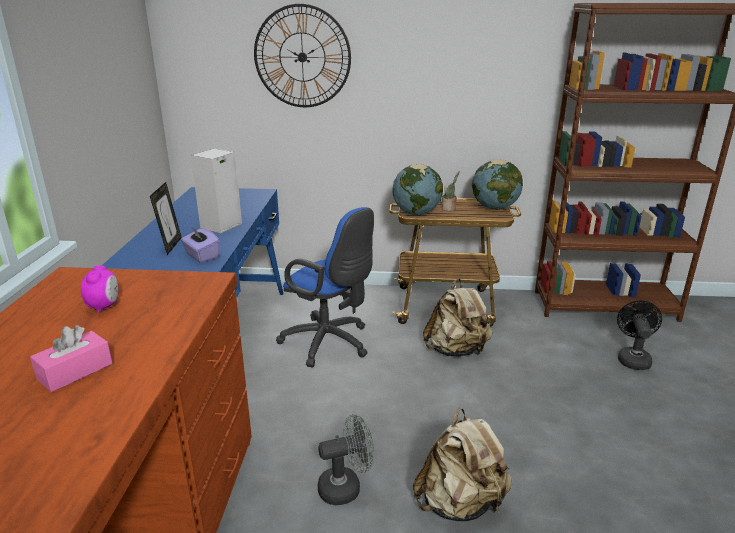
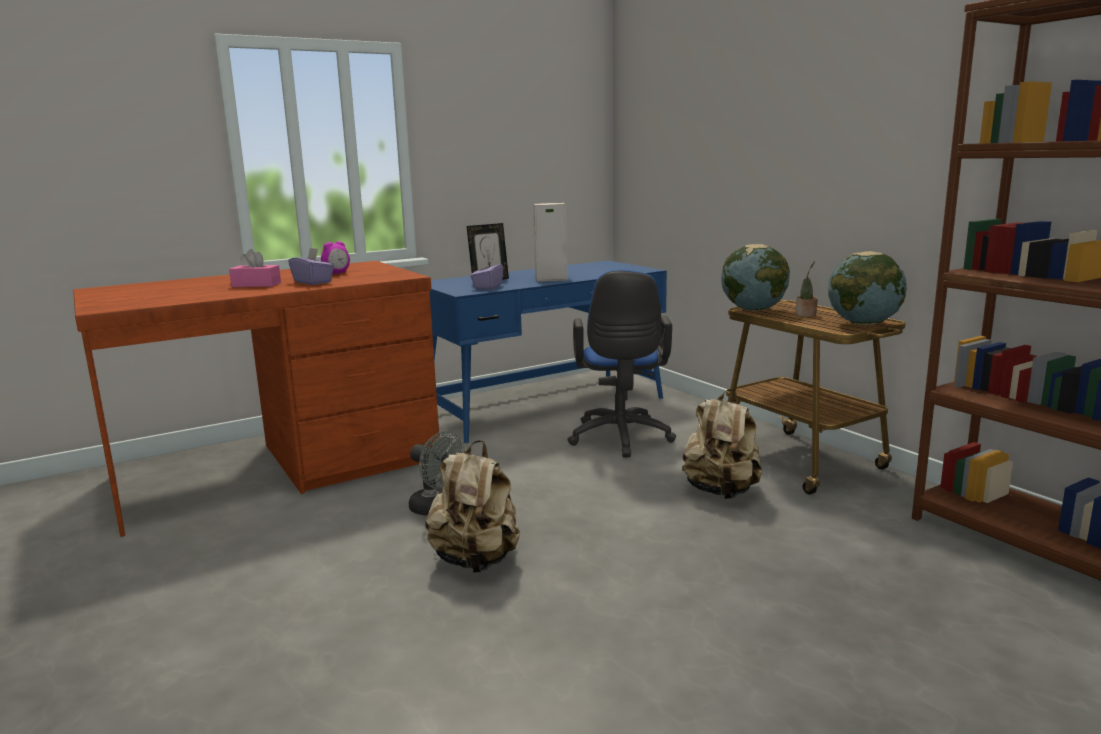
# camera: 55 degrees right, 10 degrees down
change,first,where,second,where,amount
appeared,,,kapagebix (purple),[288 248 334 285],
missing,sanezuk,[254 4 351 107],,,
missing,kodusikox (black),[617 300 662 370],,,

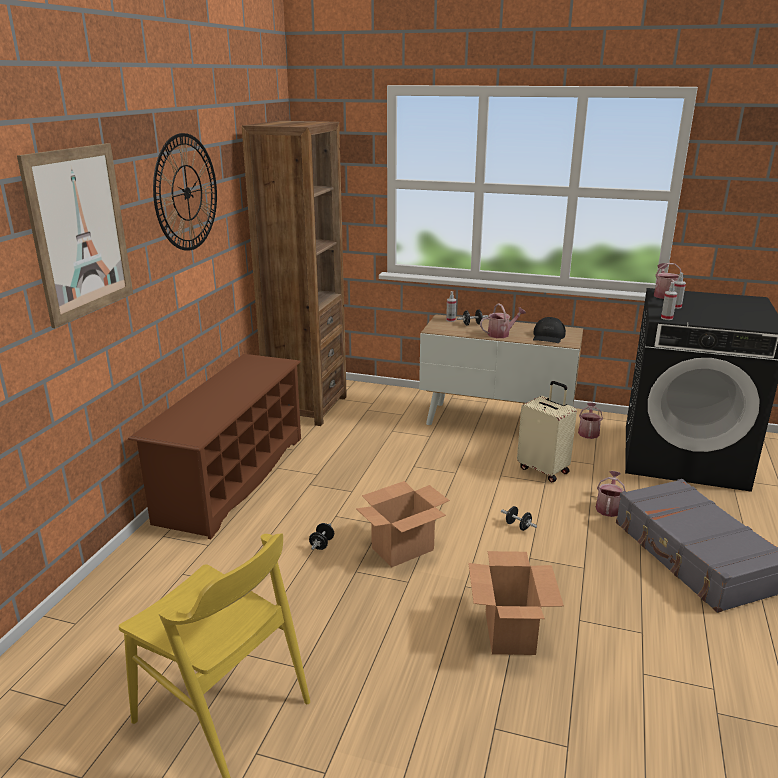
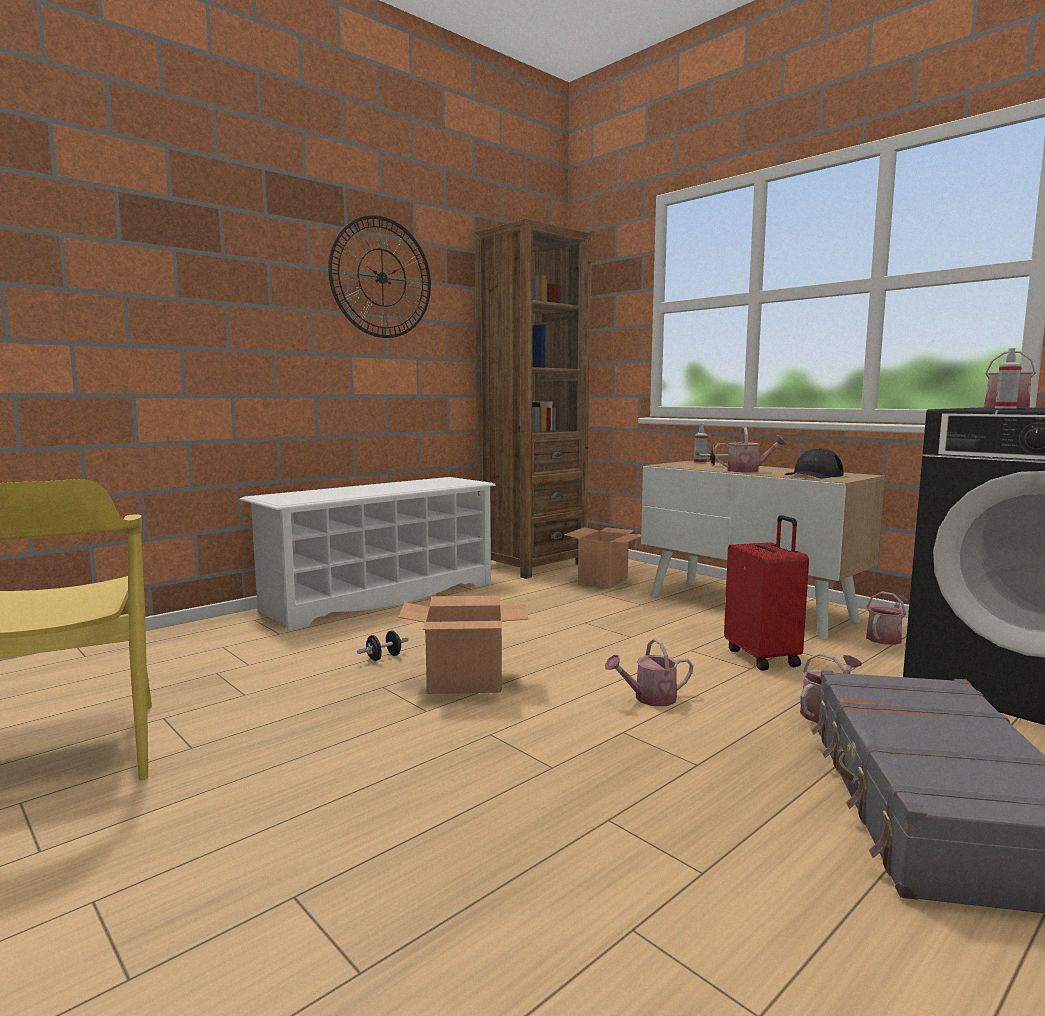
# camera: 30 degrees right, 15 degrees down
change,first,where,second,where,amount
colour,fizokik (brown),[128 354 301 539],fizokik (white),[240 477 496 631],
relocated,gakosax,[468 551 564 655],,[564 527 641 589],
exchanged,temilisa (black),[501 506 537 531],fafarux,[605 638 693 706],
colour,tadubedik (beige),[517 381 577 482],tadubedik (red),[724 515 809 671],
missing,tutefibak,[17 143 133 328],,,
missing,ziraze,[661 282 677 320],,,

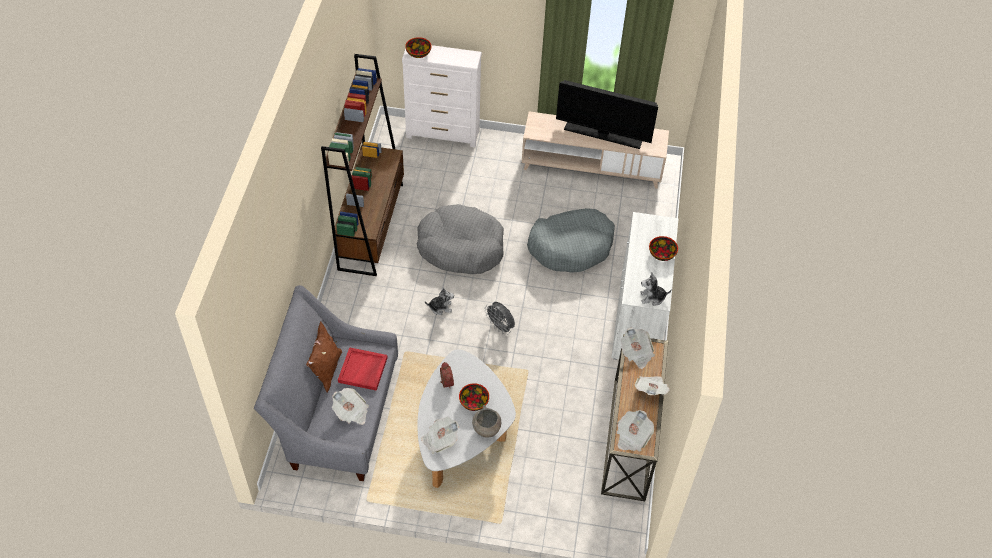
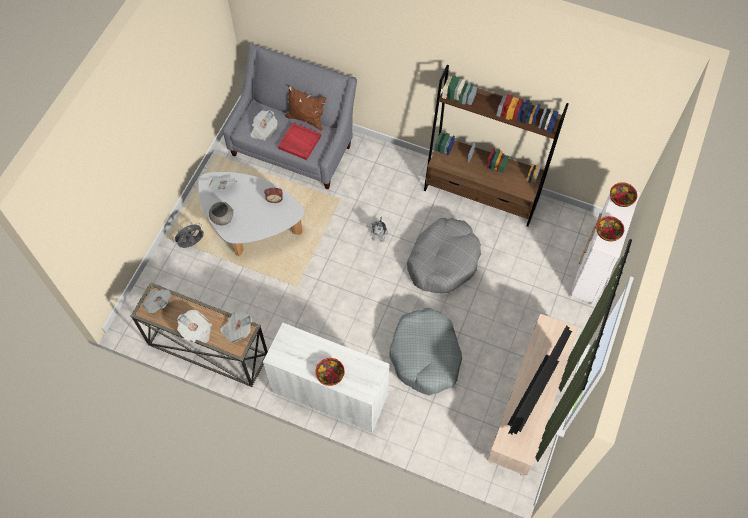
# camera: 105 degrees right, 10 degrees up
change,first,where,second,where,amount
relocated,kodusikox (grey),[485 302 515 334],,[173 222 204 248],
relocated,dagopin,[459 383 489 411],,[596 216 624 241],
missing,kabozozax,[640 272 672 306],,,

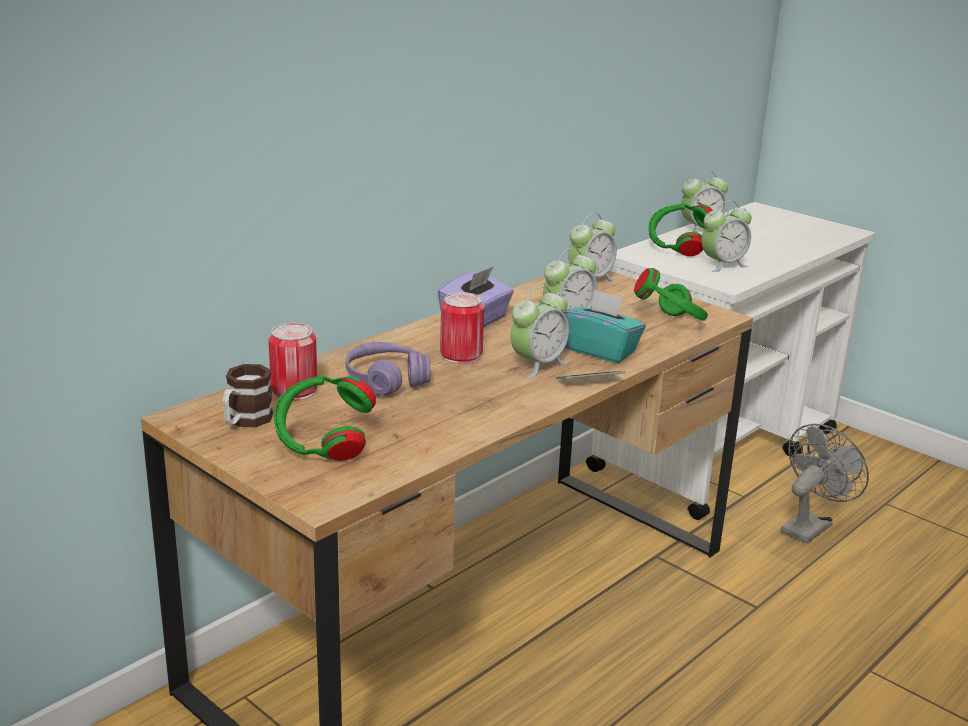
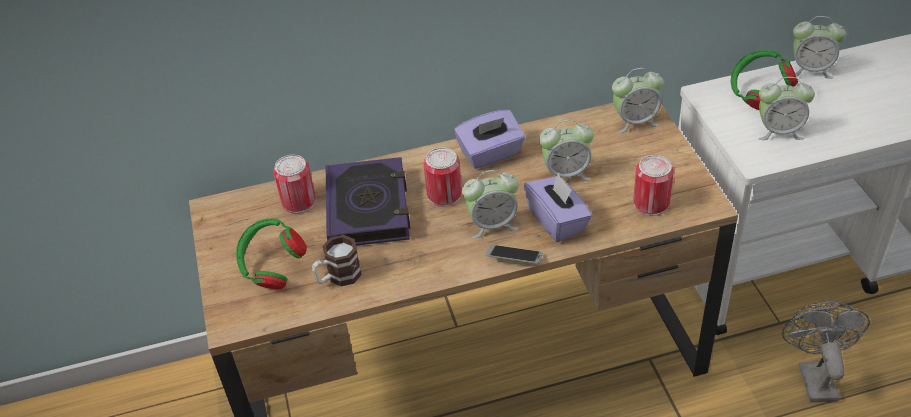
# camera: 35 degrees right, 20 degrees up
change,first,where,second,where,amount
relocated,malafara,[222 364 273 427],,[312 235 362 286],
exchanged,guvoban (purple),[346 342 431 395],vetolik,[326 157 410 246],
colour,kapagebix (turquoise),[564 290 646 363],kapagebix (purple),[524 173 592 242],
exchanged,guvoban (green),[634 268 708 321],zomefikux,[633 155 674 216],
spun,kodusikox (grey),[781 424 869 544],,[782 301 870 402],75 degrees counterclockwise

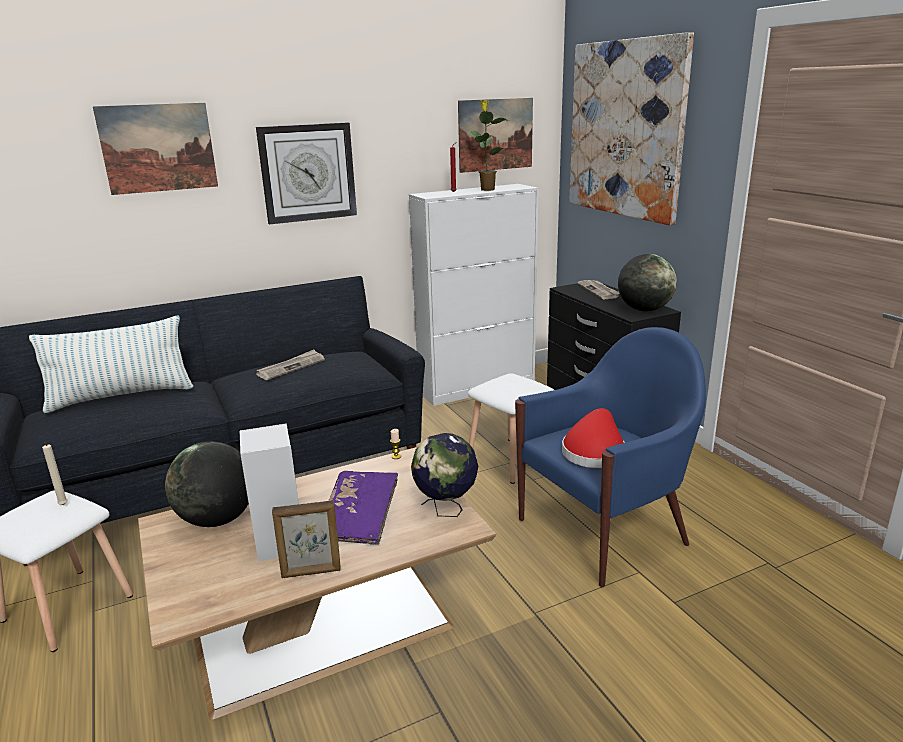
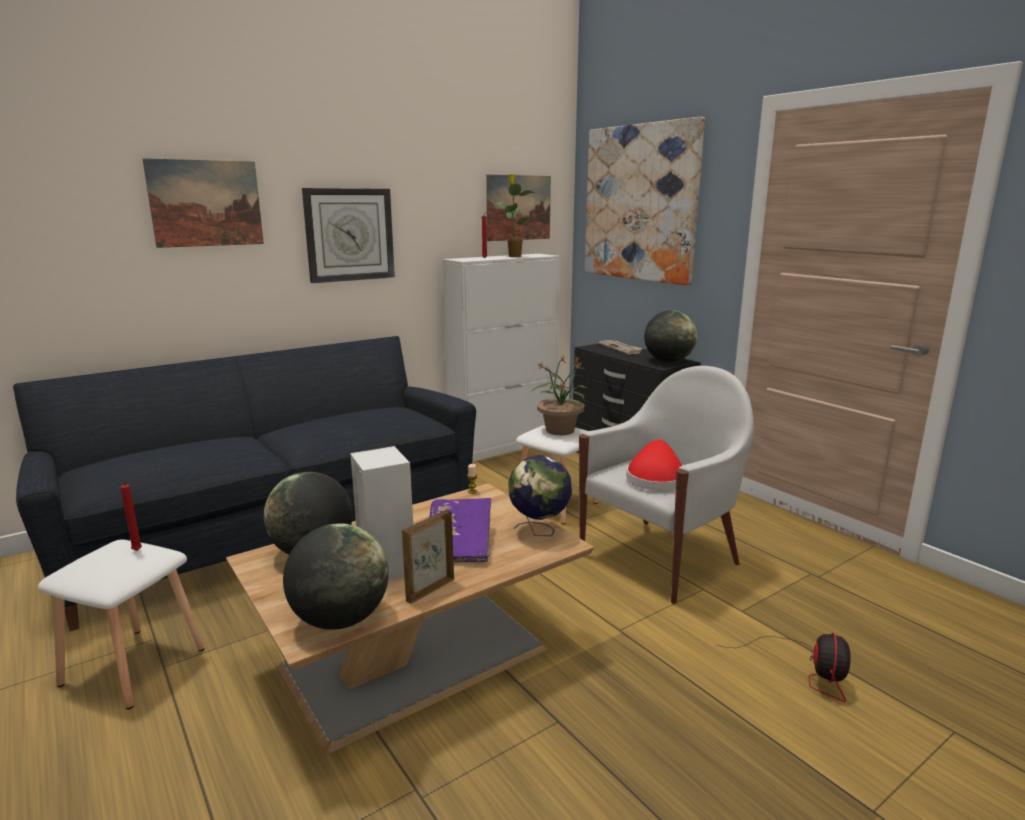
# camera: 10 degrees left, 5 degrees down
change,first,where,second,where,amount
colour,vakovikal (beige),[42 443 68 505],vakovikal (red),[120 481 142 551],
appeared,,,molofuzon,[283 523 389 630],
spun,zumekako,[272 500 341 578],,[402 510 454 604],150 degrees clockwise
appeared,,,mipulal,[532 355 587 435],
colour,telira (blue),[515 327 706 587],telira (white),[579 366 754 604],
appeared,,,kodusikox,[716 633 851 702],
missing,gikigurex,[29 315 194 413],,,
missing,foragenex,[256 350 325 380],,,

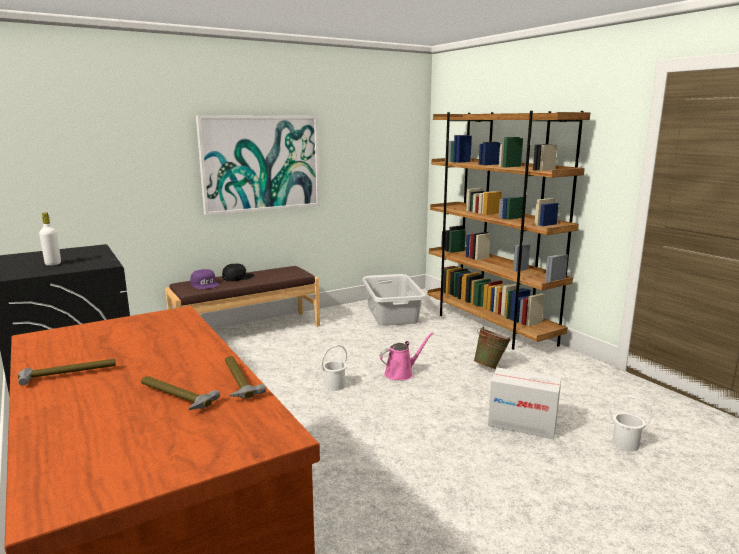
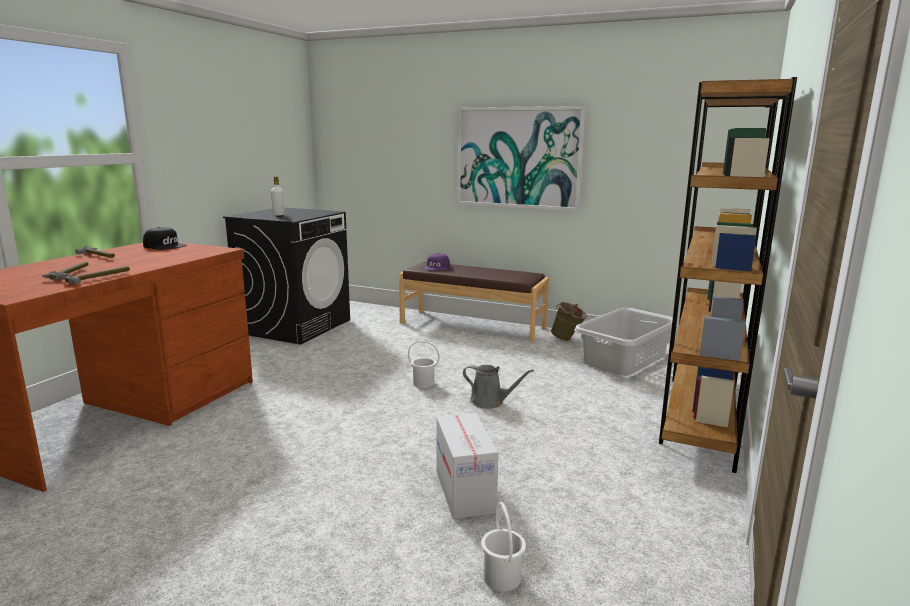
# camera: 55 degrees right, 0 degrees up
change,first,where,second,where,amount
relocated,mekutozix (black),[222 264 254 281],,[143 227 187 250],
colour,fafarux (pink),[380 333 433 380],fafarux (grey),[463 365 534 409],
relocated,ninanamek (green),[474 327 511 369],,[551 302 587 341],

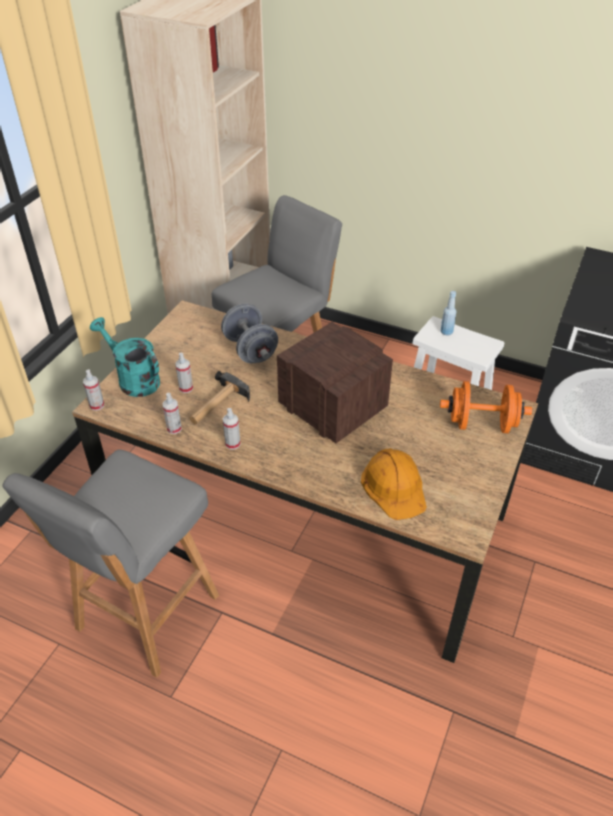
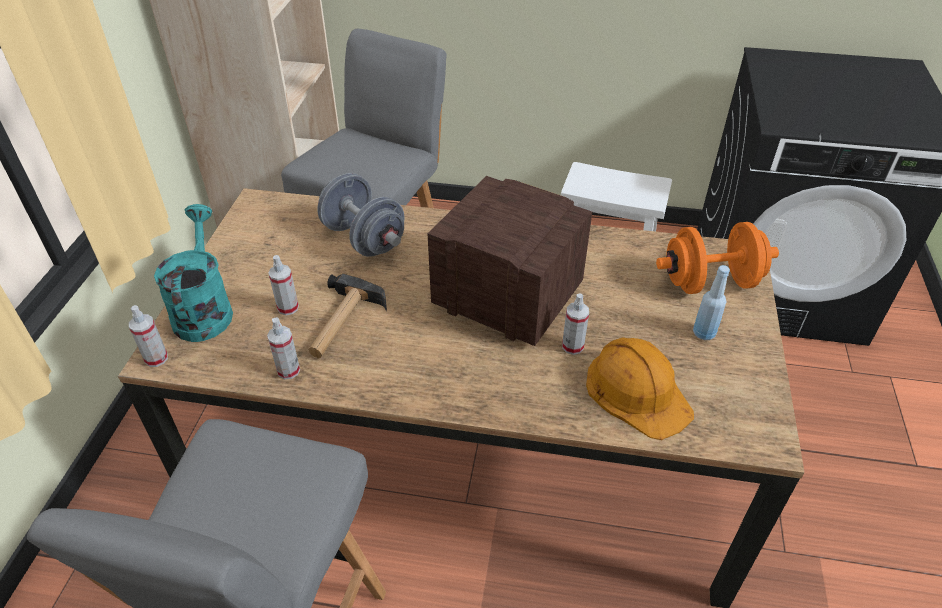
# camera: 15 degrees left, 0 degrees up
change,first,where,second,where,amount
spun,fafarux (turquoise),[90 317 160 397],,[154 204 233 342],60 degrees clockwise
relocated,ziraze,[223 408 241 449],,[562 294 589 355],
relocated,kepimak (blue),[441 291 457 336],,[693 265 730 340],

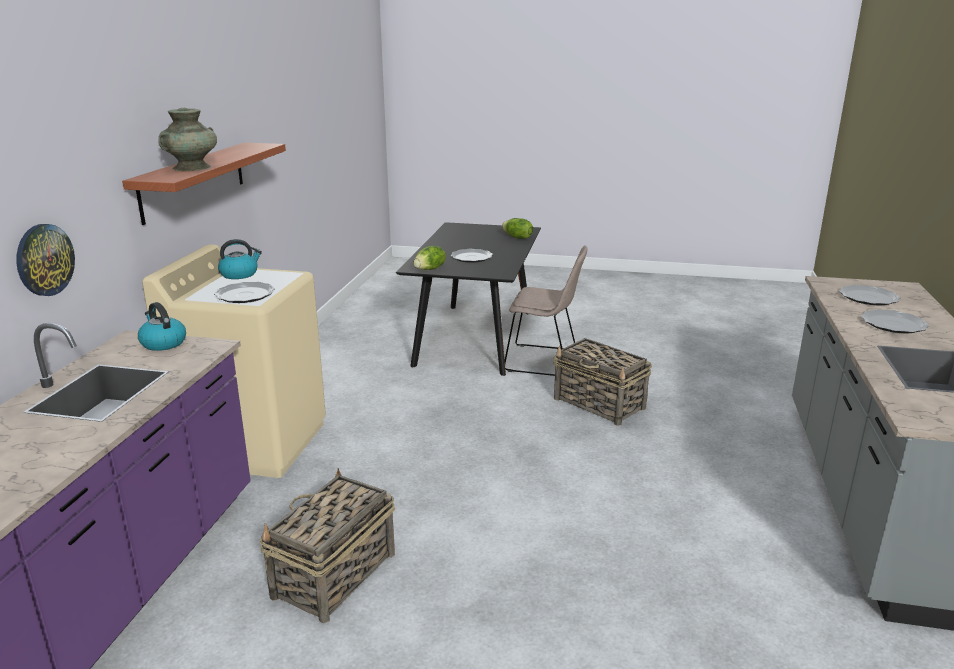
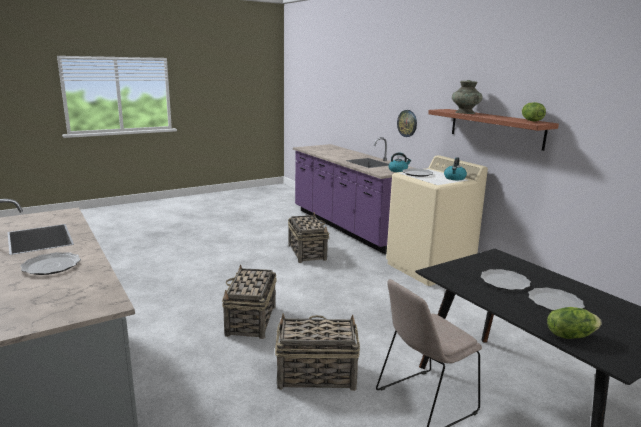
# camera: 135 degrees right, 5 degrees down
change,first,where,second,where,amount
appeared,,,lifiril,[222 264 277 339],
relocated,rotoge,[413 246 446 270],,[522 102 546 121],
relocated,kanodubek,[839 285 901 305],,[528 288 585 311],

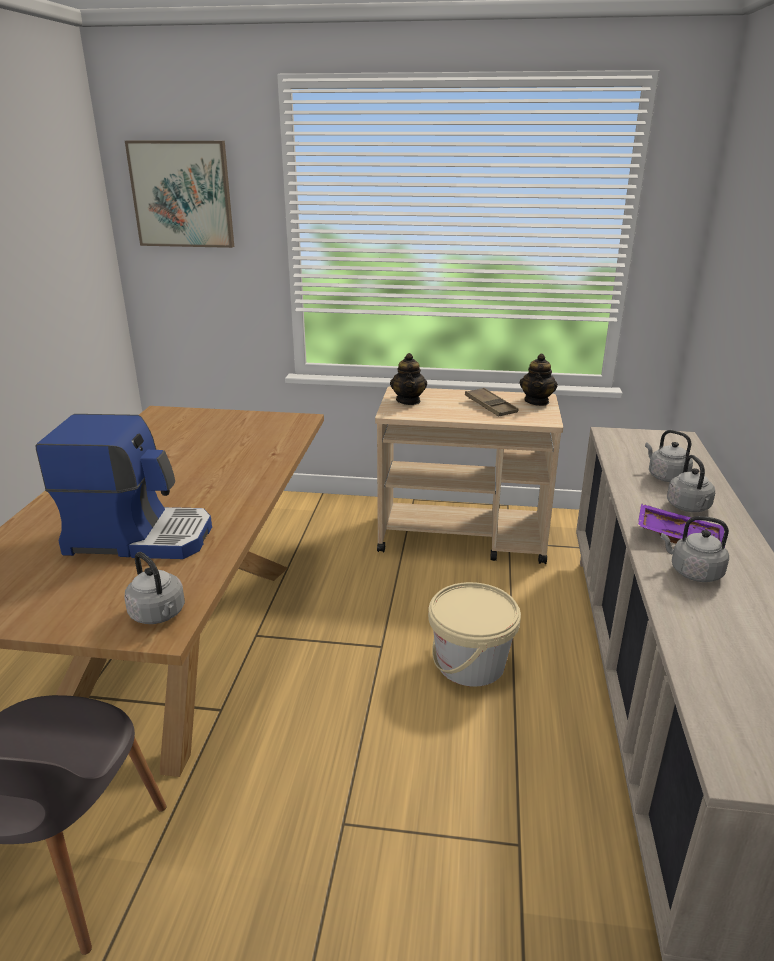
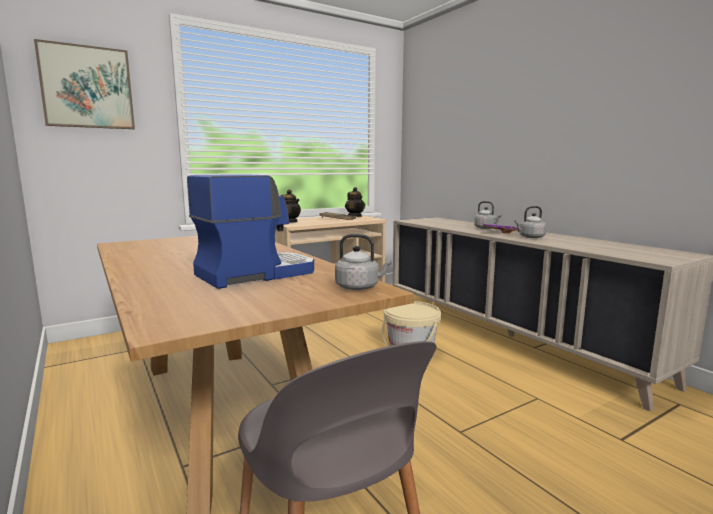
# camera: 40 degrees left, 15 degrees down
change,first,where,second,where,amount
missing,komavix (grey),[645 430 693 482],,,

